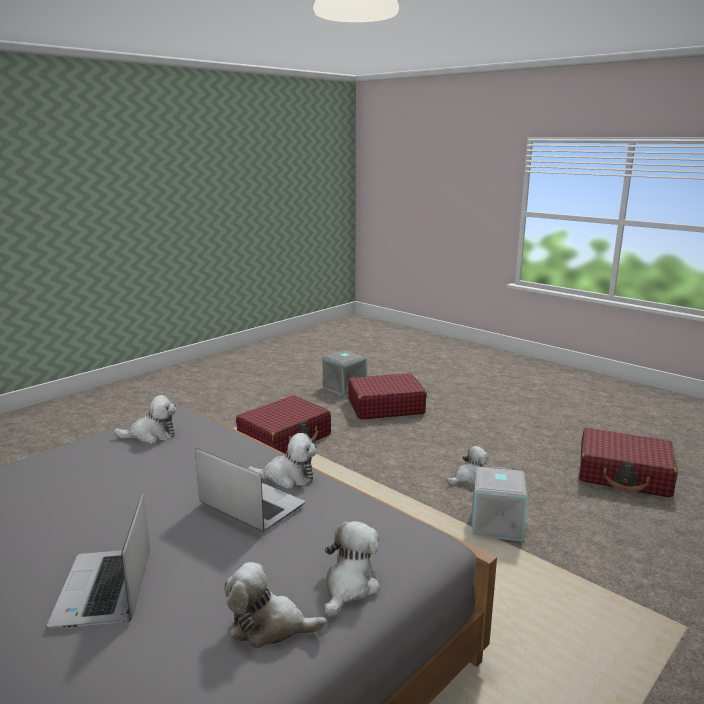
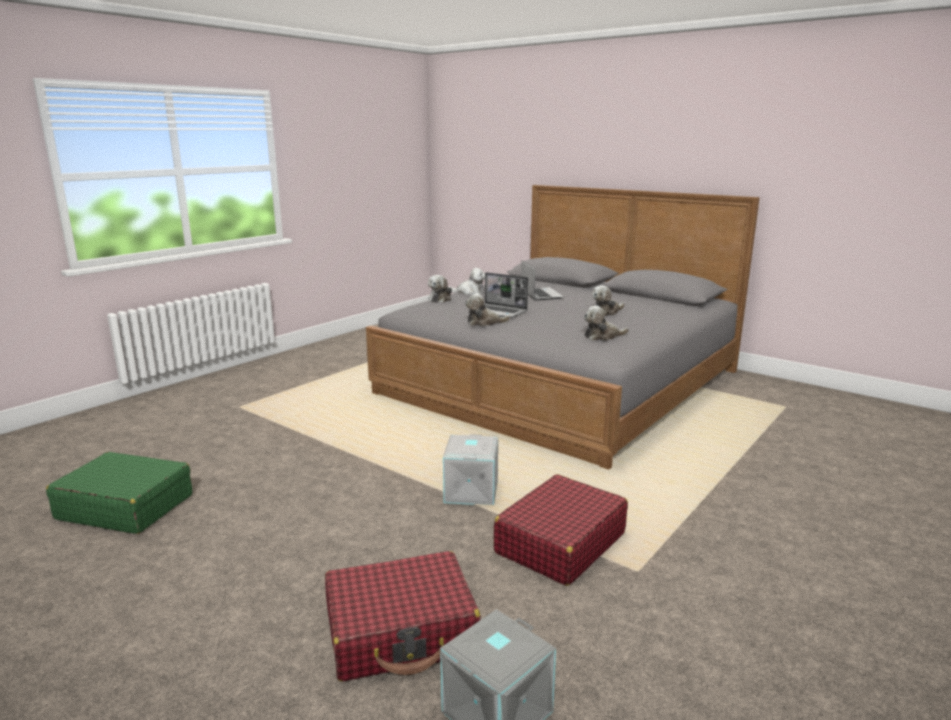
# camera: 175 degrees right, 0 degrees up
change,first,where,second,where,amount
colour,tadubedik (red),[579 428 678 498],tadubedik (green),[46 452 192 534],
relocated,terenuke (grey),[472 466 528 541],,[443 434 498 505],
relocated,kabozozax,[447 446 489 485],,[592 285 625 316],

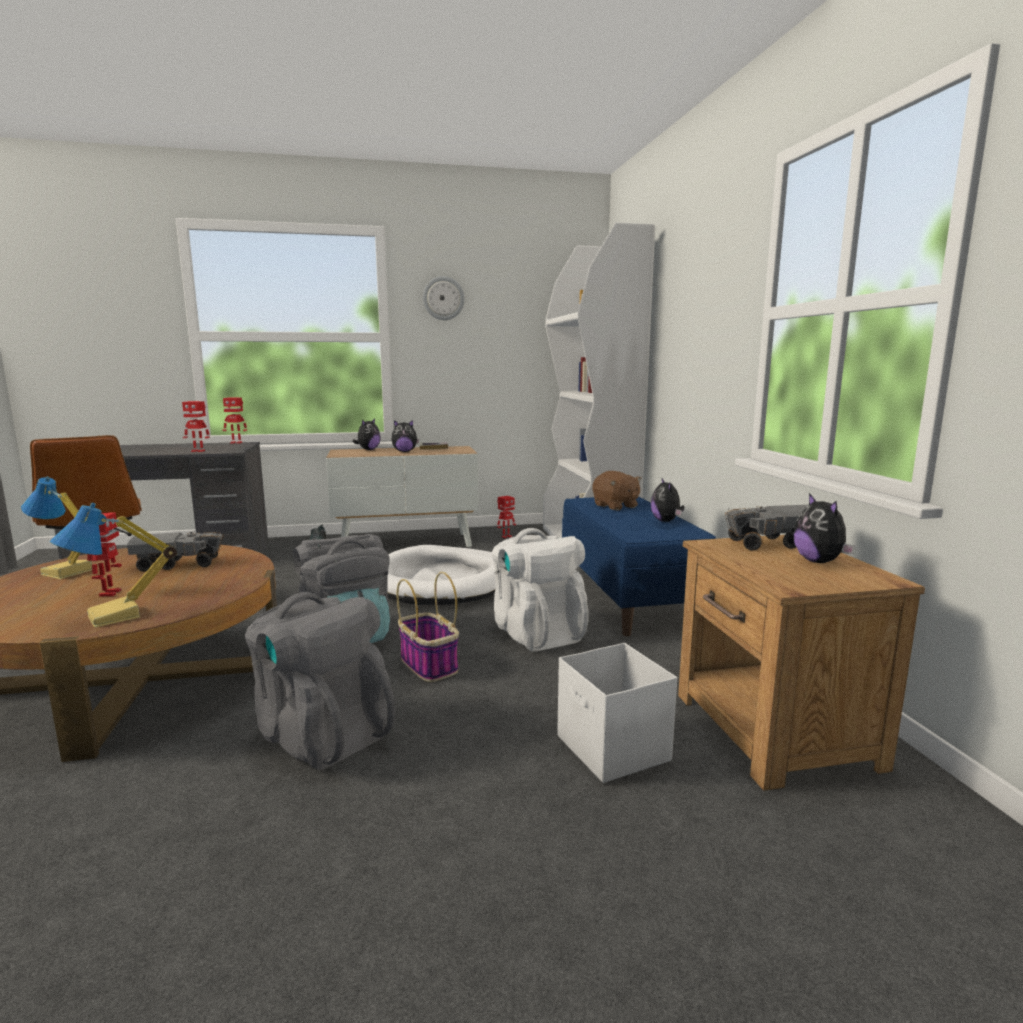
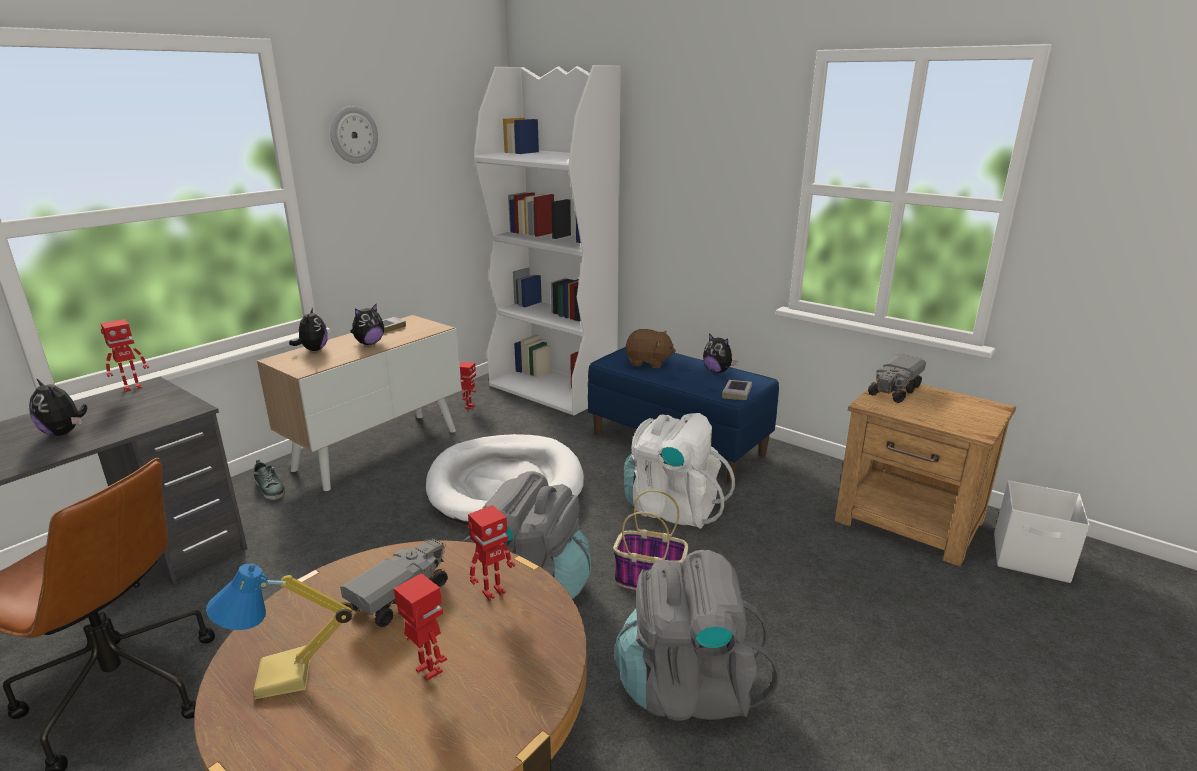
# camera: 40 degrees left, 10 degrees up
change,first,where,second,where,amount
relocated,kabozozax,[793 493 855 563],,[29 378 87 436],
relocated,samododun,[182 401 210 452],,[468 505 515 601],
appeared,,,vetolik,[722 380 752 400],
relocated,terenuke (white),[557 643 677 783],,[994 480 1090 583],
missing,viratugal,[50 503 177 628],,,

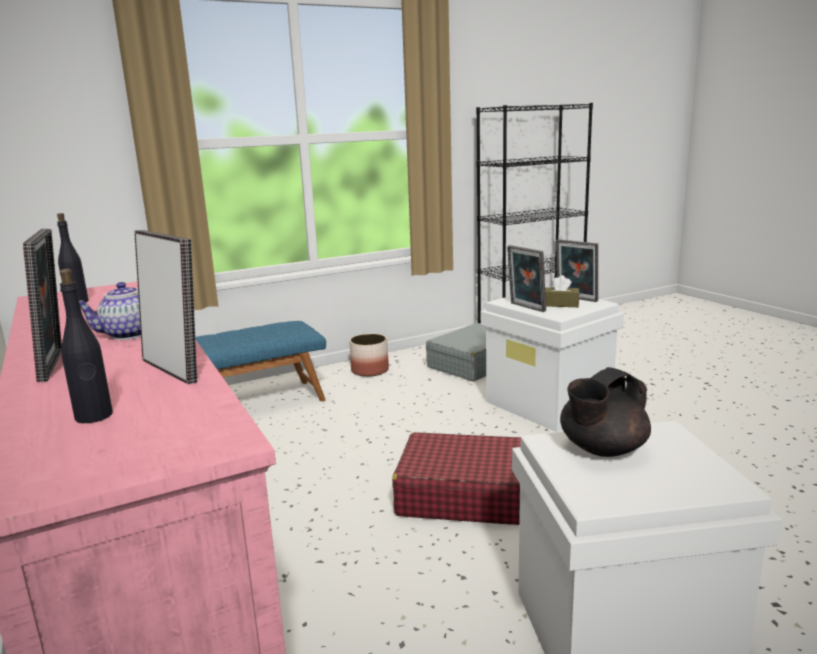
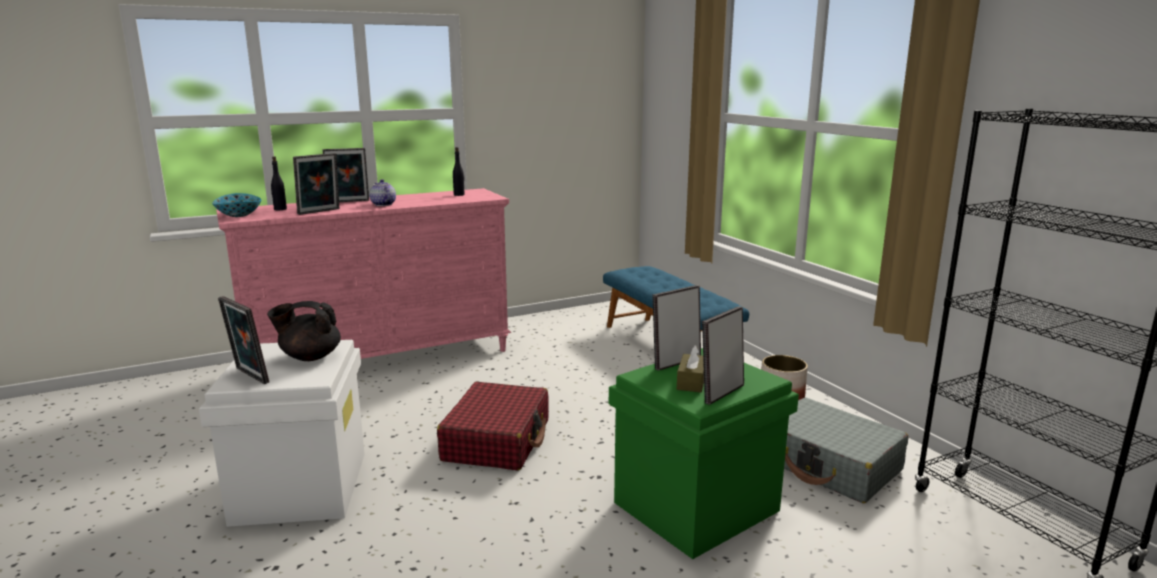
# camera: 90 degrees right, 0 degrees up
change,first,where,second,where,amount
appeared,,,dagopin,[212 193 261 217],
appeared,,,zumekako,[218 296 269 384],
spun,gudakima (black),[560 367 651 457],,[267 301 341 361],60 degrees counterclockwise
colour,terenuke (white),[481 296 624 432],terenuke (green),[609 348 799 559],

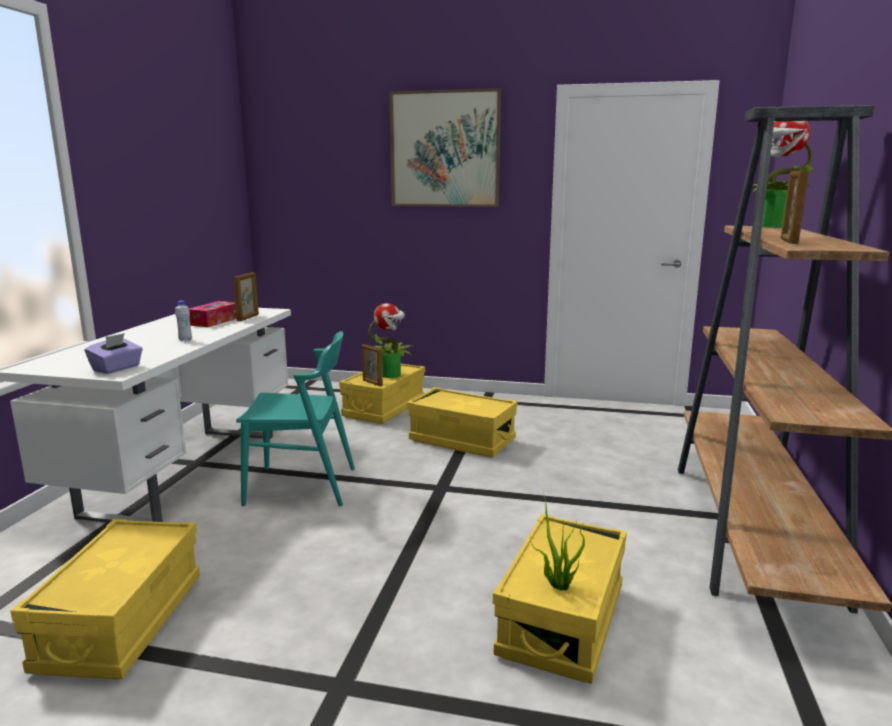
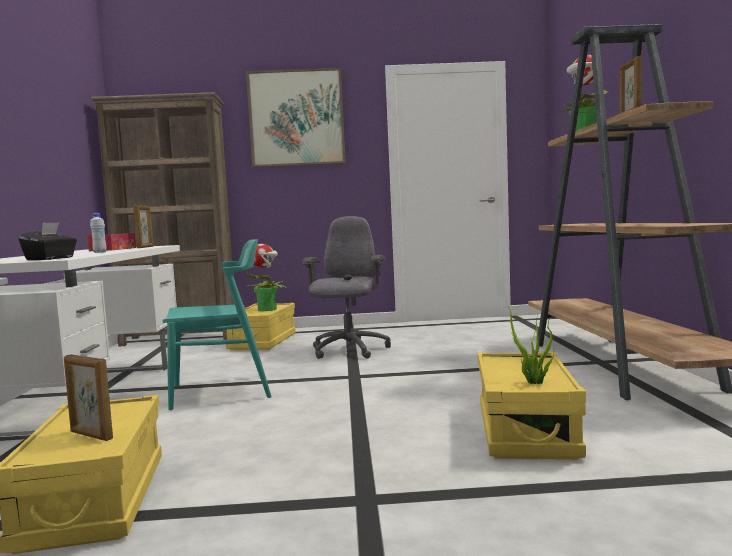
# camera: 15 degrees left, 10 degrees down
change,first,where,second,where,amount
colour,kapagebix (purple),[85 333 143 374],kapagebix (black),[18 222 77 260],
relocated,zumekako,[362 344 383 386],,[64 354 113 441],
appeared,,,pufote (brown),[91 92 235 347],
exchanged,terenuke (yellow),[407 387 517 458],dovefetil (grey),[302 216 391 359],

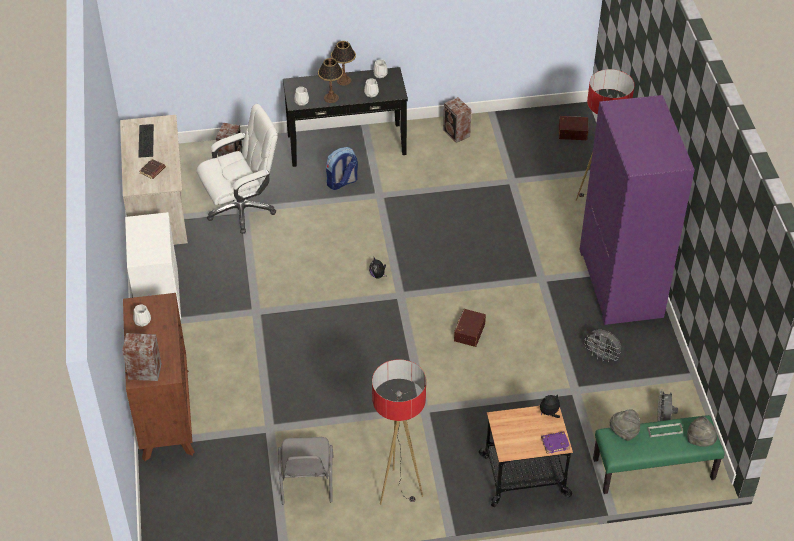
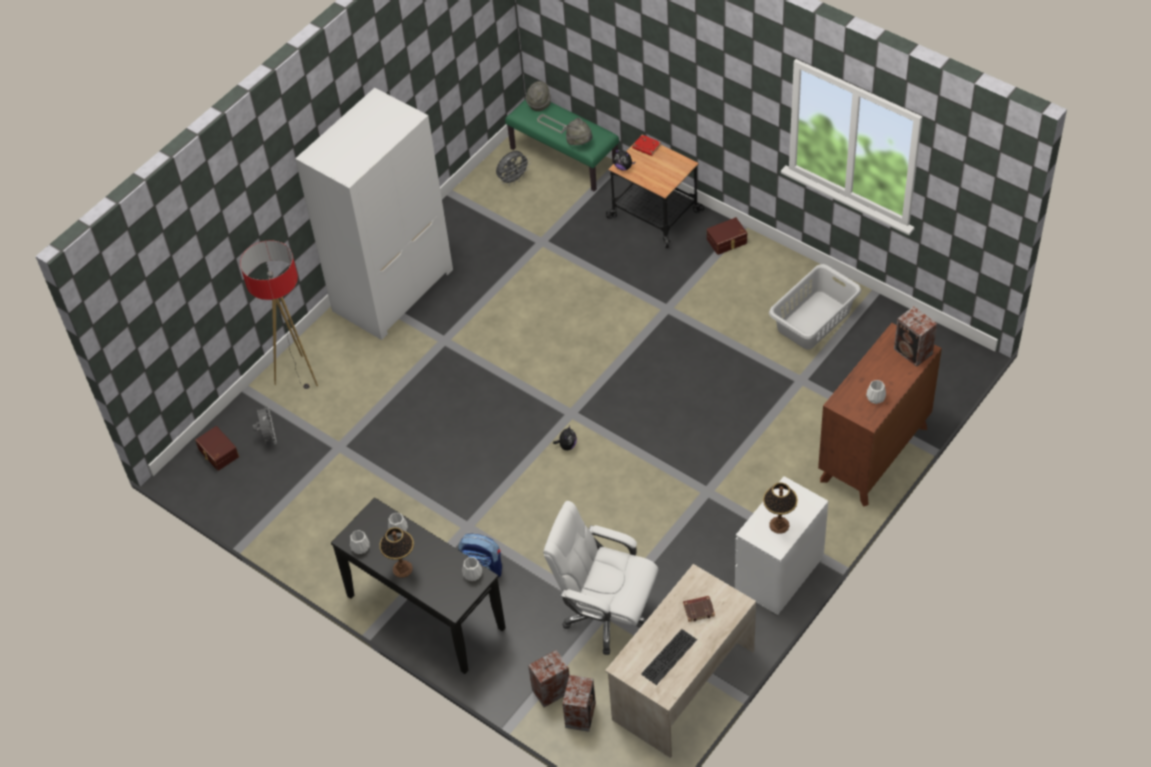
# camera: 130 degrees left, 5 degrees up
change,first,where,second,where,amount
relocated,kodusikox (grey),[584 330 621 362],,[253 403 277 444],
colour,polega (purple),[580 95 695 325],polega (white),[295 88 453 340],
relocated,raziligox,[443 97 471 143],,[562 675 596 732],
colour,vetolik (purple),[541 431 570 454],vetolik (red),[632 135 661 156],
relocated,terenuke (brown),[454 309 486 347],,[707 217 747 255],
relocated,viratugal,[318 58 343 103],,[763 482 798 534],
exchanged,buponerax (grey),[278 437 334 504],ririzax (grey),[769 264 861 350],
missing,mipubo,[372 359 426 505],,,

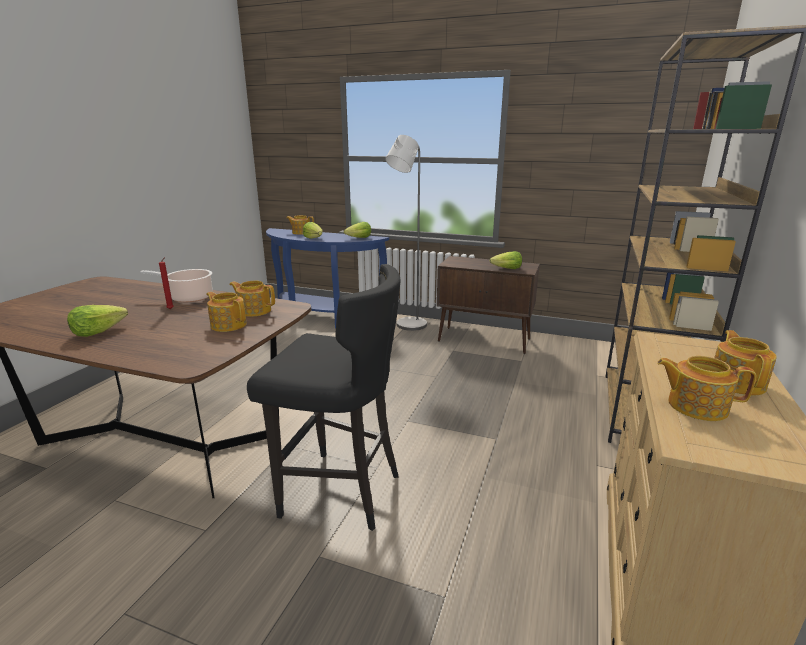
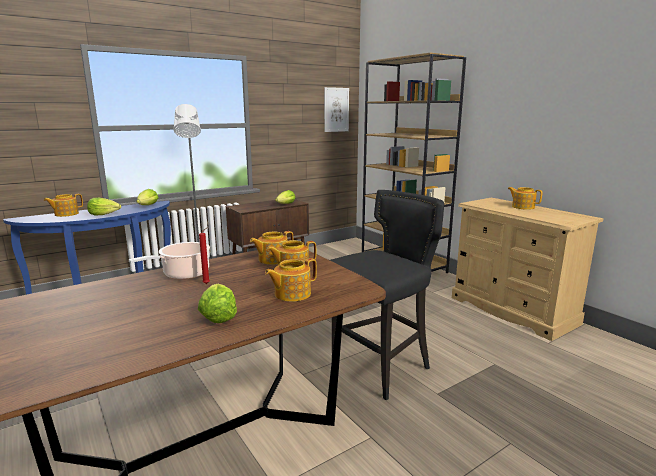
# camera: 55 degrees left, 5 degrees down
change,first,where,second,where,amount
relocated,gudakima,[657 356 756 421],,[265 258 317 302],
appeared,,,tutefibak,[324 87 349 132],

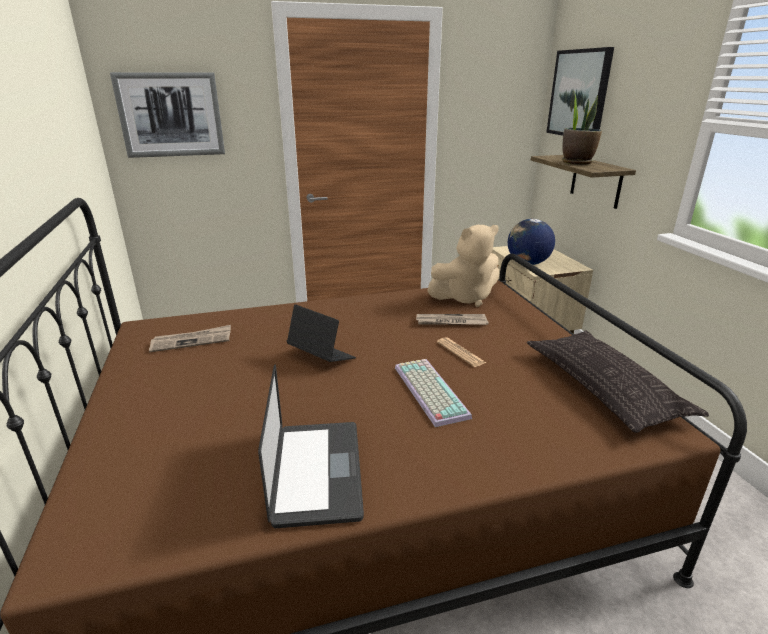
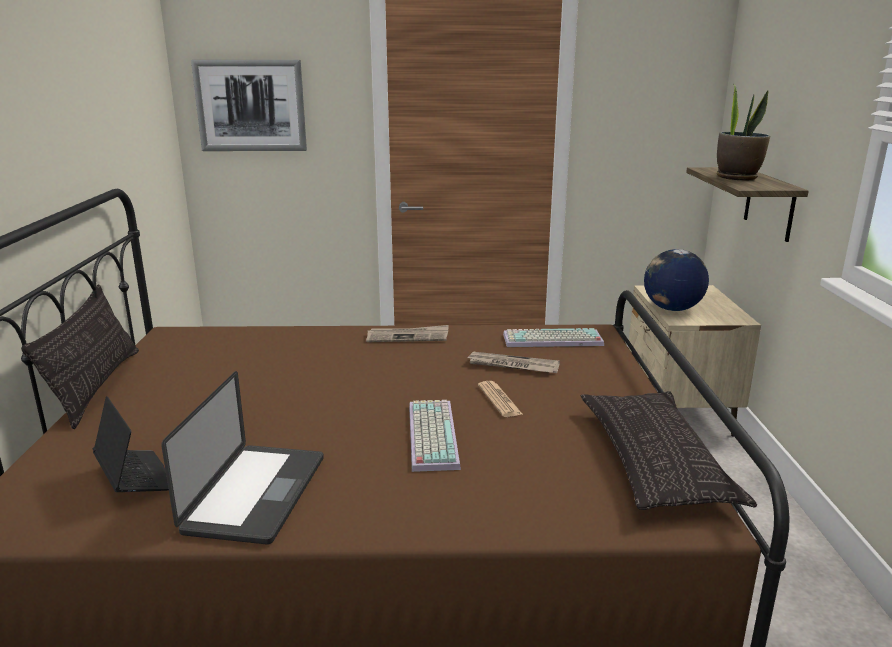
# camera: 15 degrees right, 5 degrees down
change,first,where,second,where,amount
appeared,,,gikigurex,[21 284 139 429],
relocated,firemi,[286 304 356 362],,[93 396 169 492],
relocated,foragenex,[149 325 231 352],,[366 325 448 342],
exchanged,kabozozax (beige),[427 225 499 307],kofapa,[503 328 604 347],
missing,tutefibak,[546 47 614 136],,,

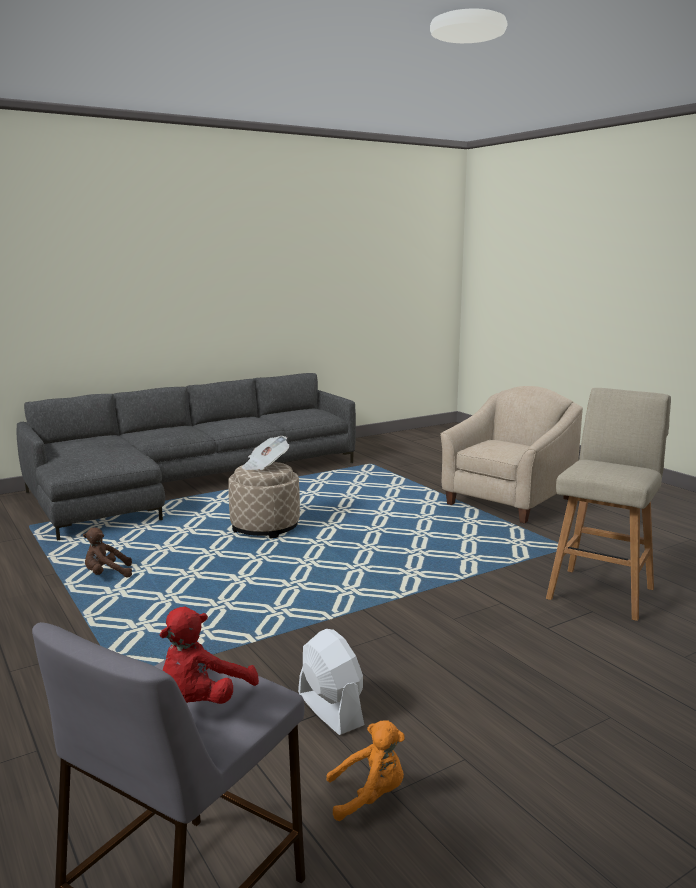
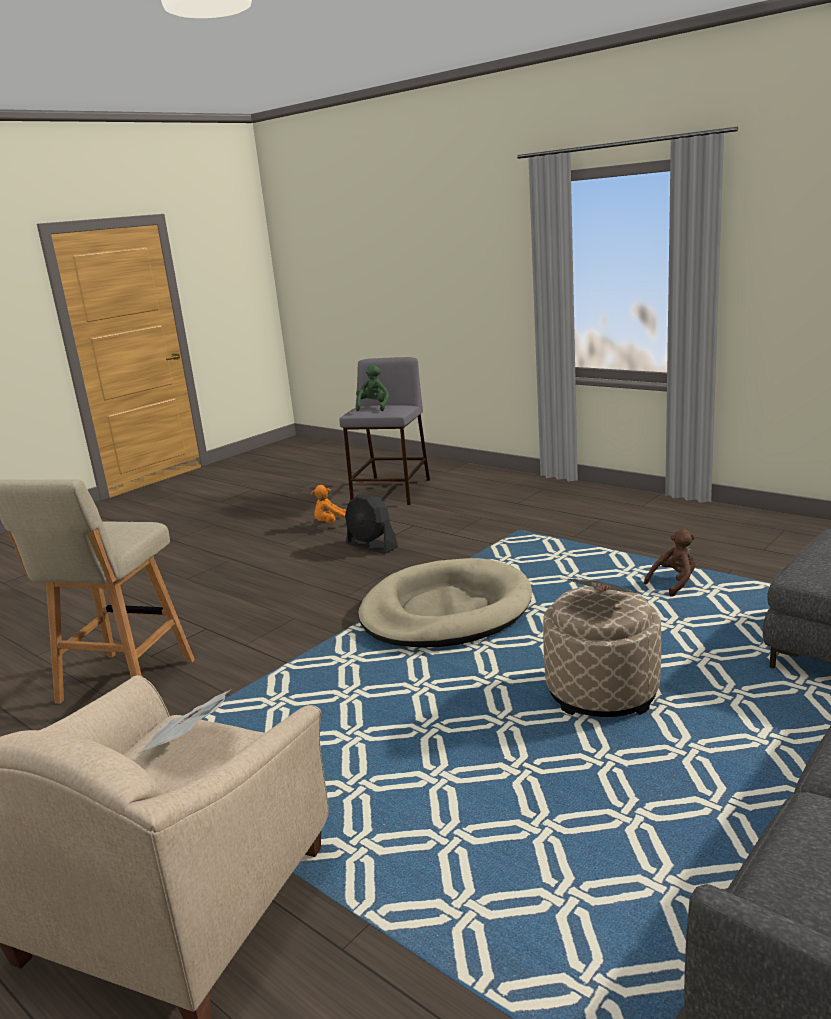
# camera: 165 degrees right, 5 degrees up
change,first,where,second,where,amount
appeared,,,foragenex,[138 690 230 754],
colour,kodusikox (white),[298 629 364 735],kodusikox (black),[345 494 398 554],
colour,kabozozax (red),[160 606 259 704],kabozozax (green),[356 365 389 411],
appeared,,,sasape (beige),[359 558 532 647],

